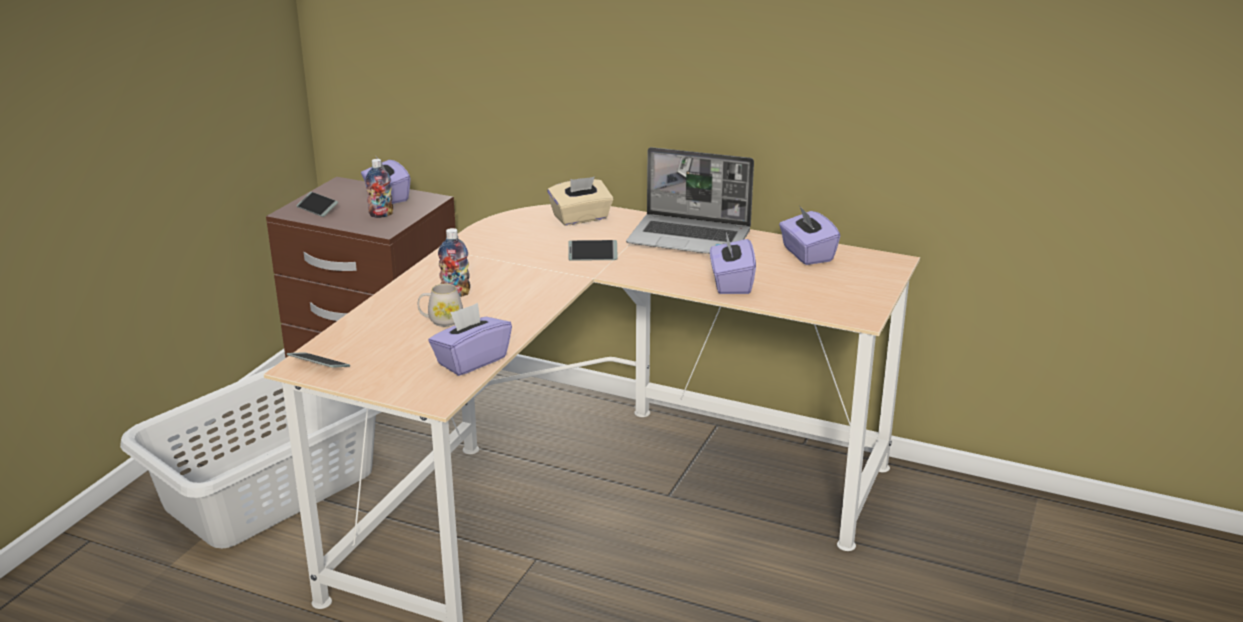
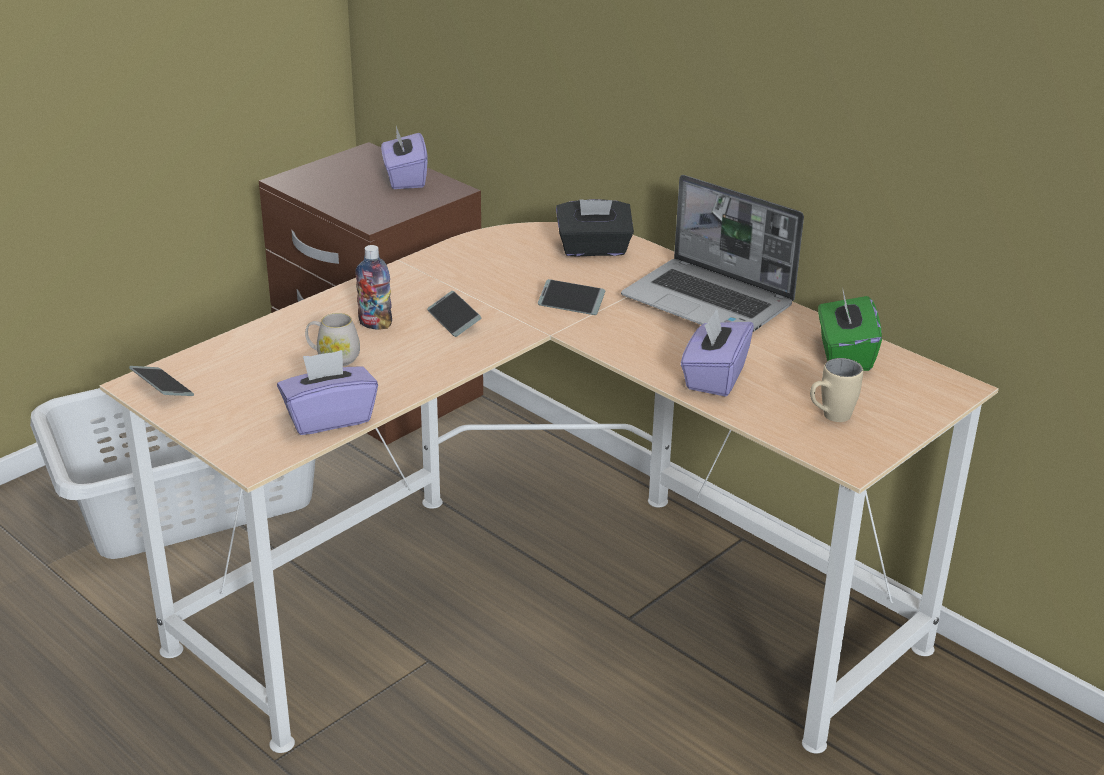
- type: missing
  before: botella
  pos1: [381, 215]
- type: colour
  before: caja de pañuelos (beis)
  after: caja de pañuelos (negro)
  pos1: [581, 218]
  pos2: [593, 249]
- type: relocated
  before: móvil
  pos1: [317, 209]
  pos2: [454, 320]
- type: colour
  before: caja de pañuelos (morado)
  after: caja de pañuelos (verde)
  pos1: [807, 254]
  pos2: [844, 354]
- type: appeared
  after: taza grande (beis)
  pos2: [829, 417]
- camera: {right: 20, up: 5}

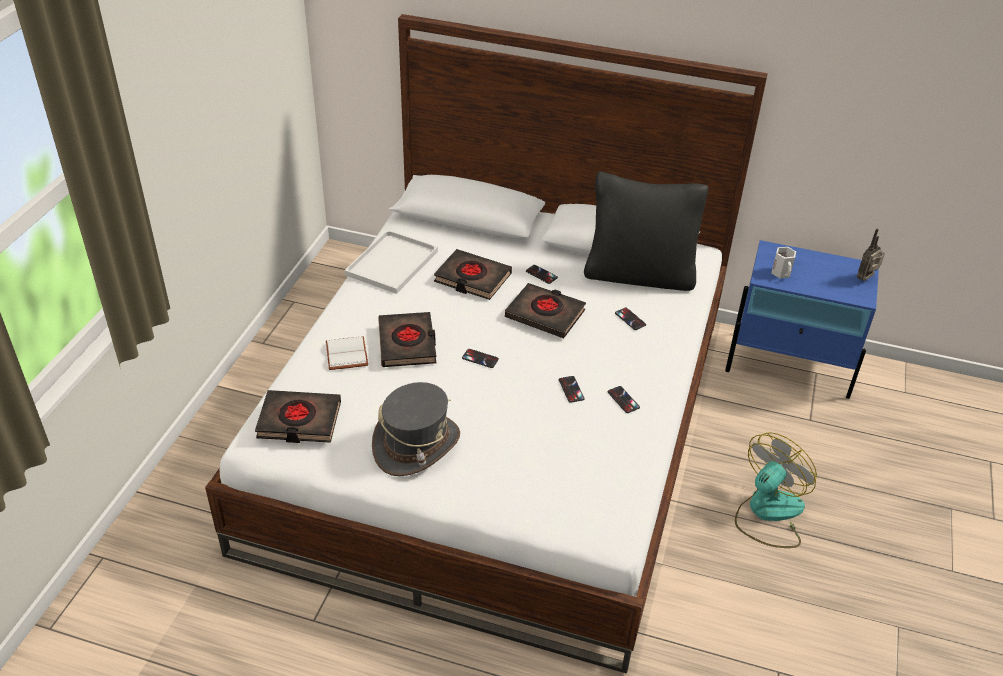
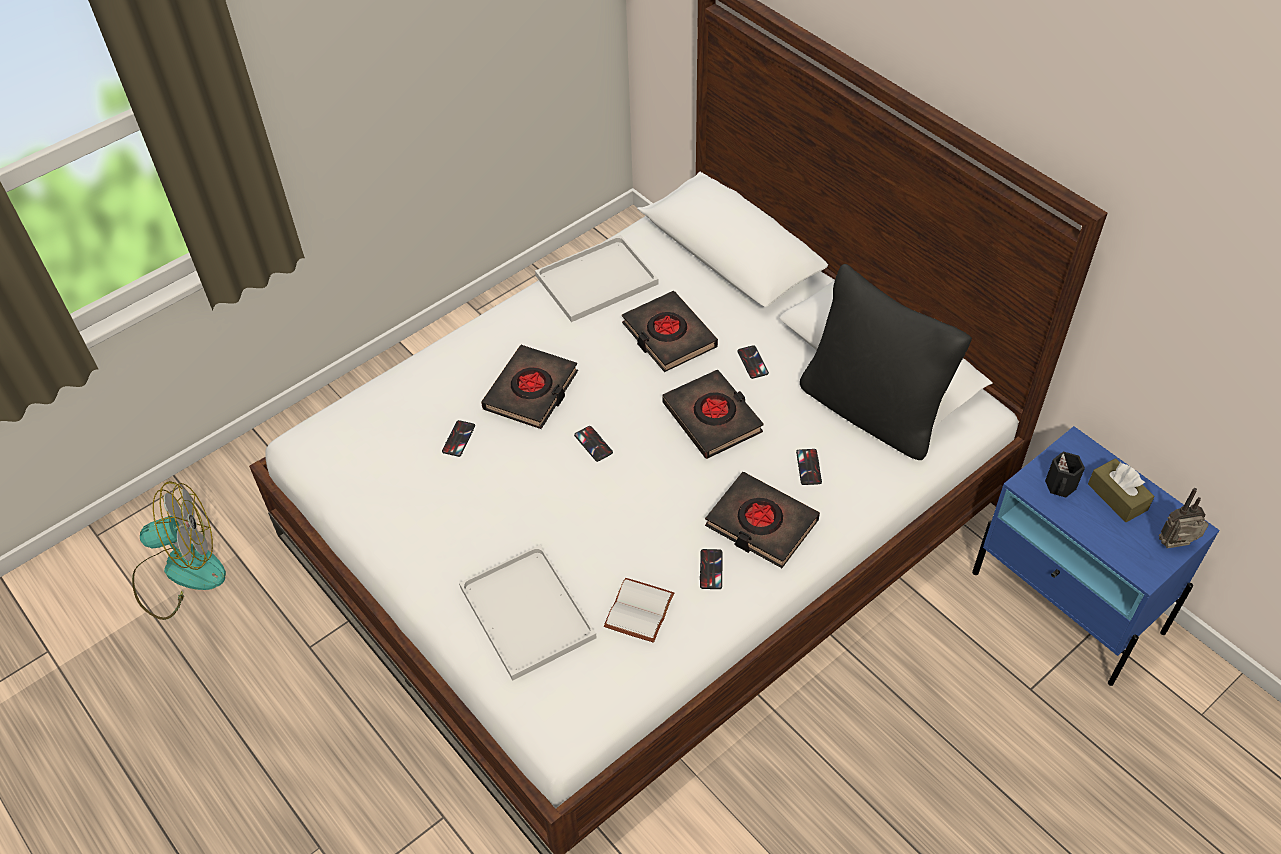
- type: colour
  before: taza grande (blanco)
  after: taza grande (negro)
  pos1: [782, 272]
  pos2: [1061, 486]
- type: relocated
  before: libro (blanco)
  pos1: [348, 354]
  pos2: [640, 612]
- type: relocated
  before: móvil
  pos1: [571, 389]
  pos2: [458, 438]
- type: missing
  before: sombrero (gris)
  pos1: [416, 445]
- type: relocated
  before: libro (negro)
  pos1: [299, 421]
  pos2: [761, 524]
- type: relocated
  before: ventilador
  pos1: [768, 513]
  pos2: [180, 572]
- type: appeared
  after: caja de pañuelos (marrón)
  pos2: [1117, 497]
- type: appeared
  after: bandeja (blanco)
  pos2: [524, 611]
- camera: {right: 35, up: 10}

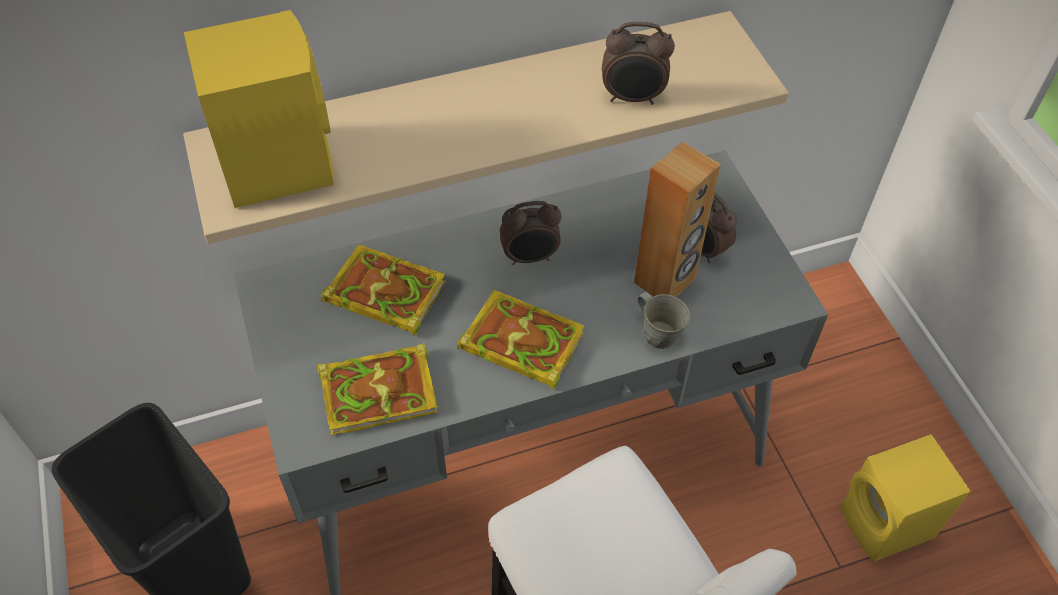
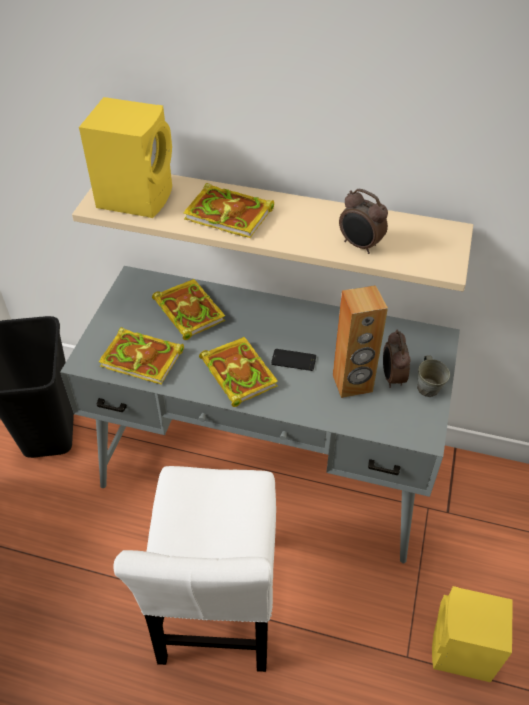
- type: missing
  before: despertador
  pos1: [530, 258]
- type: relocated
  before: taza grande (gris)
  pos1: [659, 334]
  pos2: [428, 387]
- type: appeared
  after: libro
  pos2: [231, 214]
- type: appeared
  after: móvil
  pos2: [293, 360]
- camera: {right: 35, up: -5}

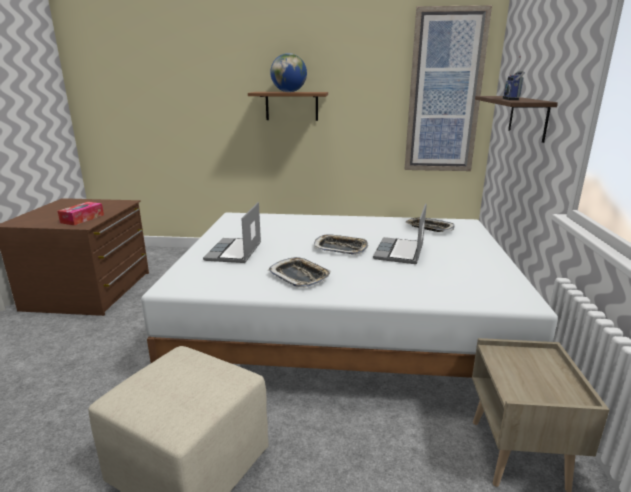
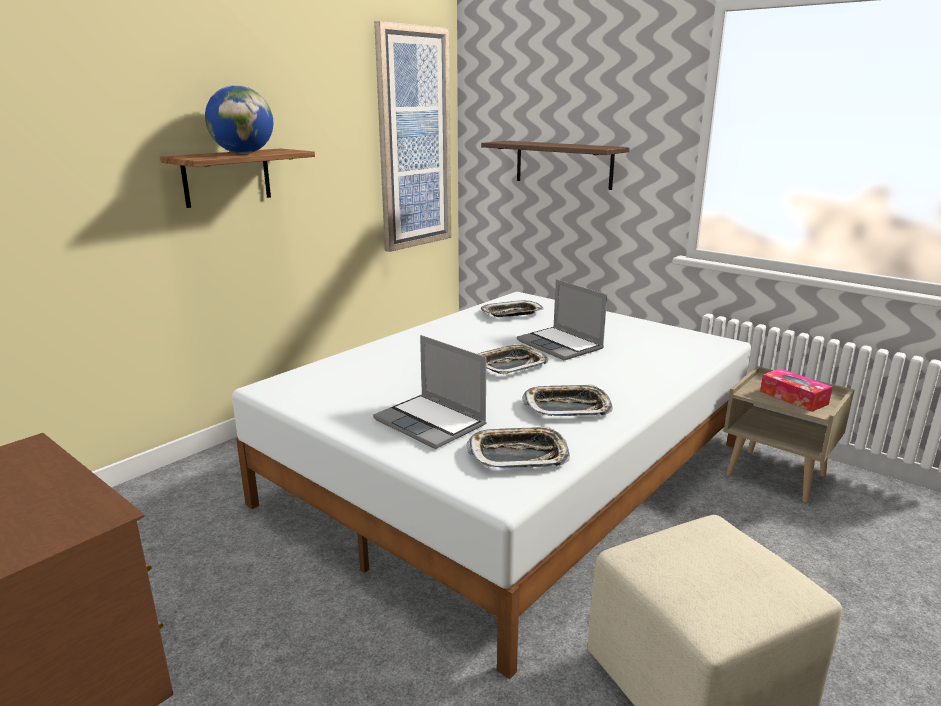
- type: missing
  before: radio
  pos1: [512, 99]
- type: relocated
  before: caja de pañuelos
  pos1: [82, 219]
  pos2: [793, 398]
- type: appeared
  after: bandeja
  pos2: [518, 454]
- camera: {right: -55, up: 0}

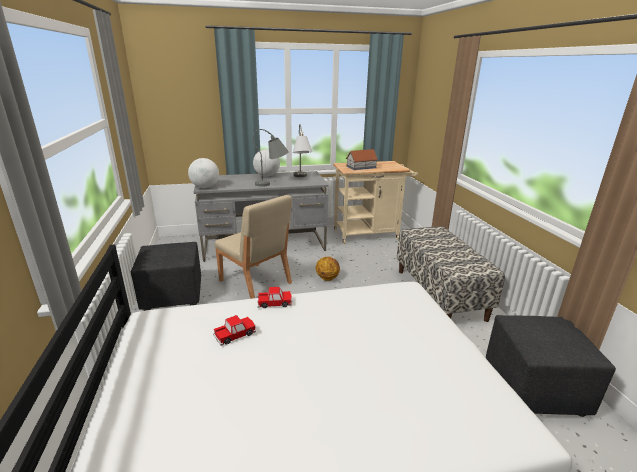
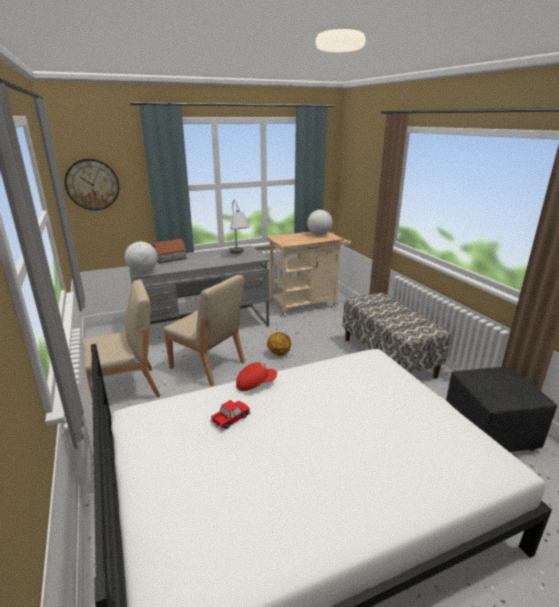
- type: missing
  before: lámpara de mesa (gris)
  pos1: [273, 183]
- type: relocated
  before: globo terráqueo
  pos1: [267, 176]
  pos2: [319, 235]
- type: relocated
  before: casita
  pos1: [361, 167]
  pos2: [170, 258]
- type: exchanged
  before: puf (negro)
  after: silla (beis)
  pos1: [173, 295]
  pos2: [126, 389]
- type: exchanged
  before: coche de juguete
  after: gorra (rojo)
  pos1: [275, 303]
  pos2: [255, 384]
- type: appeared
  after: reloj de pared
  pos2: [92, 184]
- camera: {right: -10, up: 0}

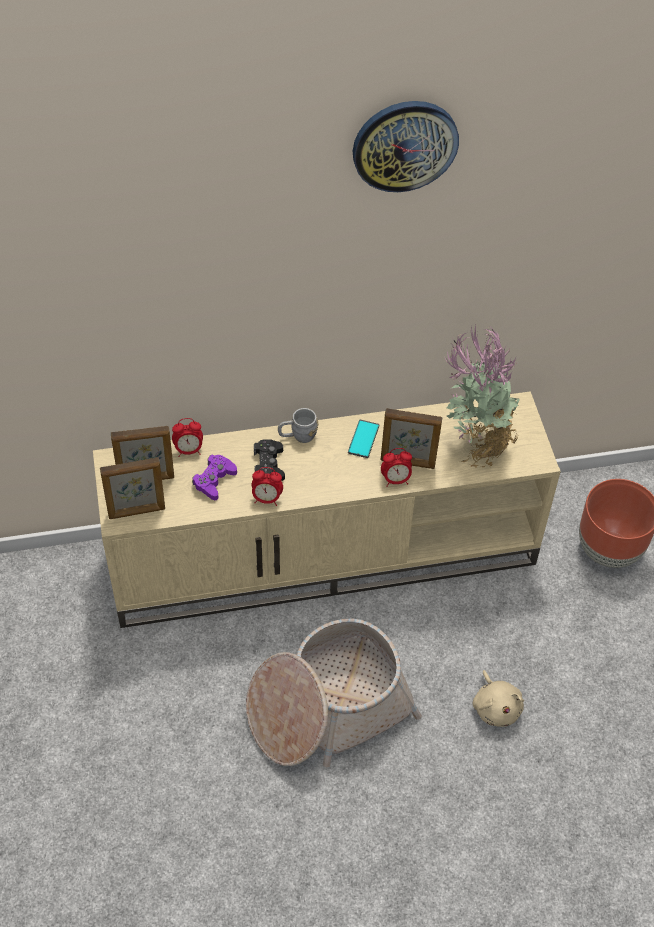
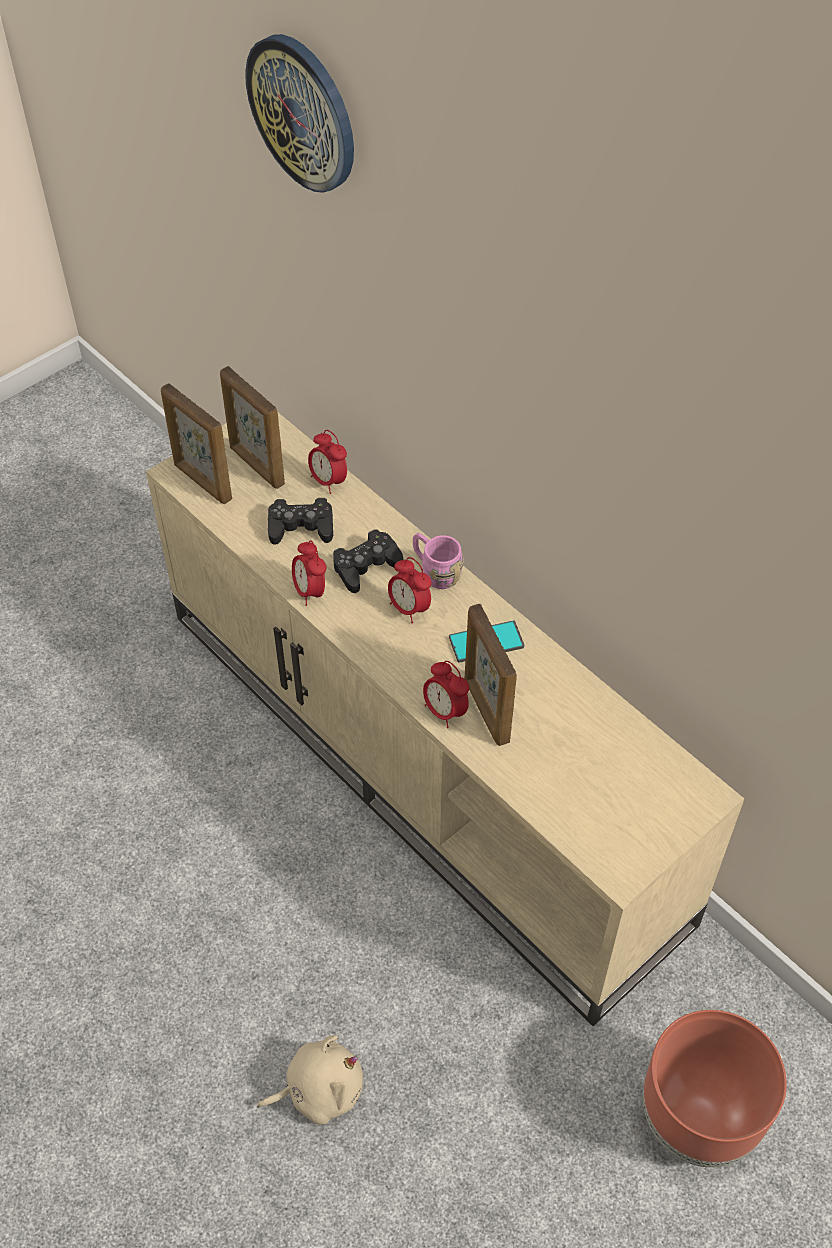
- type: relocated
  before: reloj de pared
  pos1: [405, 145]
  pos2: [303, 113]
- type: missing
  before: planta en maceta
  pos1: [476, 444]
- type: colour
  before: taza grande (gris)
  after: taza grande (rosa)
  pos1: [298, 436]
  pos2: [435, 572]
- type: colour
  before: mando de consola (morado)
  after: mando de consola (negro)
  pos1: [214, 480]
  pos2: [301, 527]
- type: missing
  before: cesta
  pos1: [327, 707]
- type: spun
  before: peluche (beis)
  pos1: [496, 707]
  pos2: [319, 1090]
  turn: -150
- type: appeared
  after: despertador
  pos2: [409, 608]
- camera: {right: 60, up: 0}

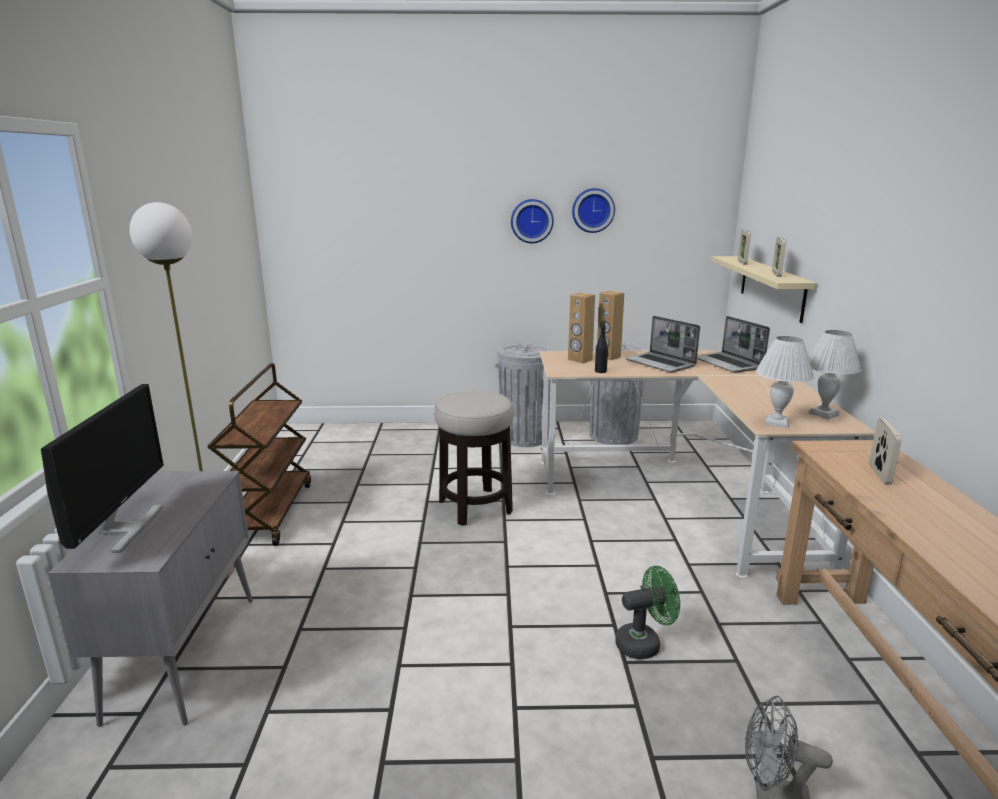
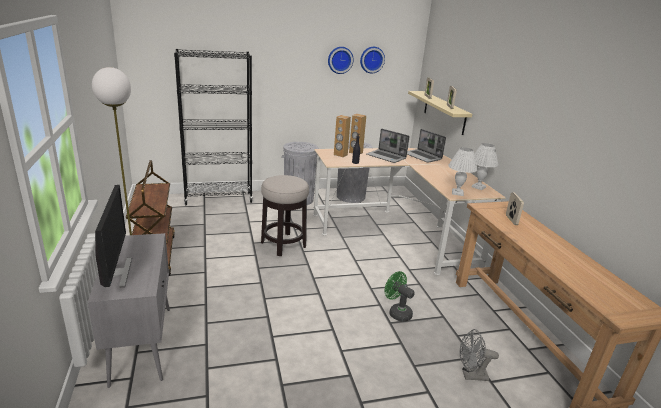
- type: relocated
  before: reloj de pared
  pos1: [531, 221]
  pos2: [371, 59]
- type: spun
  before: ventilador (verde)
  pos1: [644, 643]
  pos2: [397, 312]
  turn: -105
- type: appeared
  after: estantería (negro)
  pos2: [219, 199]
- camera: {right: -15, up: 5}

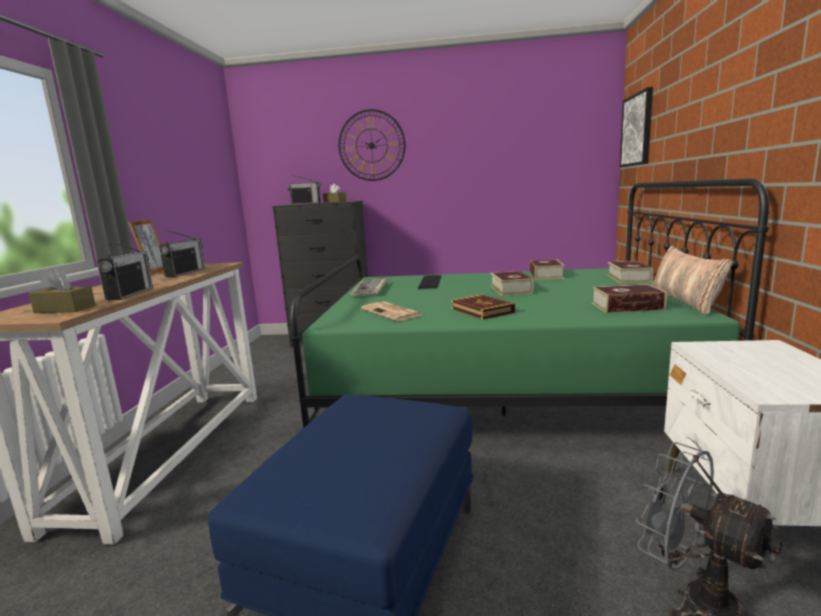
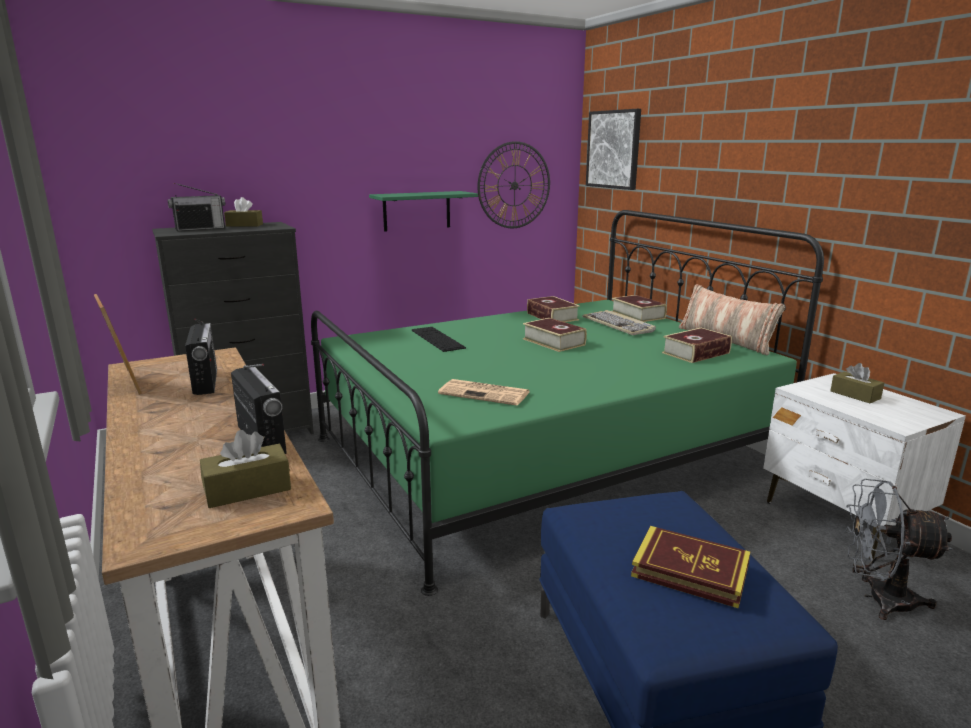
- type: relocated
  before: reloj de pared
  pos1: [371, 145]
  pos2: [514, 185]
- type: relocated
  before: teclado
  pos1: [370, 290]
  pos2: [618, 325]
- type: relocated
  before: libro
  pos1: [482, 310]
  pos2: [690, 571]
- type: appeared
  after: estante (verde)
  pos2: [417, 211]
- type: appeared
  after: caja de pañuelos (marrón)
  pos2: [855, 395]
- camera: {right: -35, up: 5}

